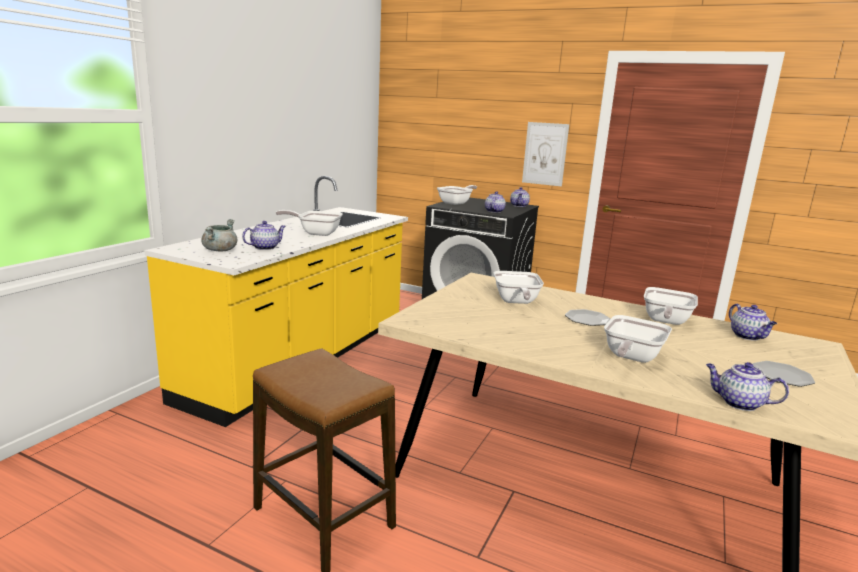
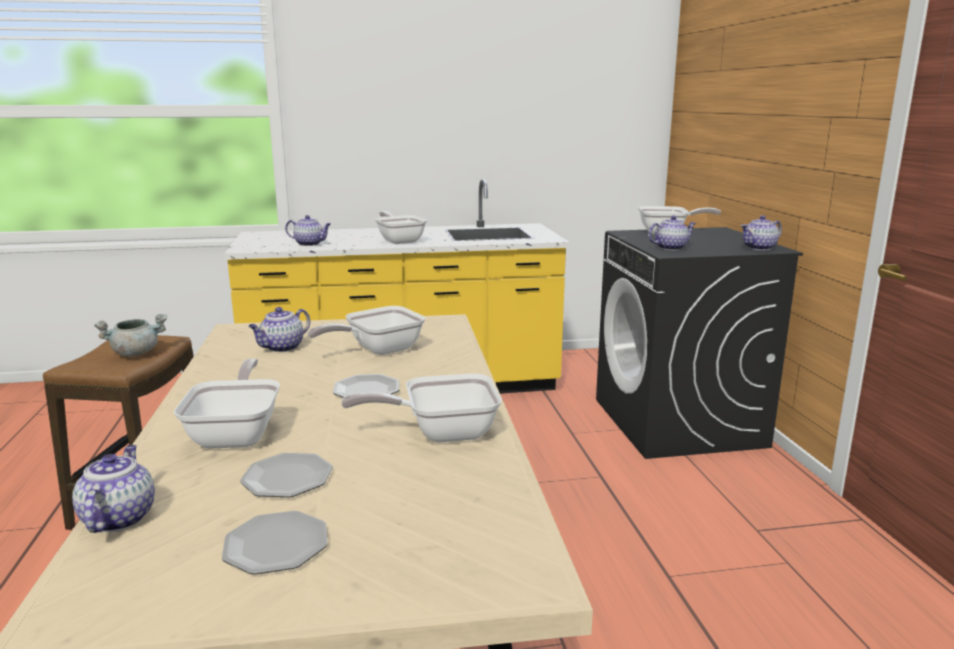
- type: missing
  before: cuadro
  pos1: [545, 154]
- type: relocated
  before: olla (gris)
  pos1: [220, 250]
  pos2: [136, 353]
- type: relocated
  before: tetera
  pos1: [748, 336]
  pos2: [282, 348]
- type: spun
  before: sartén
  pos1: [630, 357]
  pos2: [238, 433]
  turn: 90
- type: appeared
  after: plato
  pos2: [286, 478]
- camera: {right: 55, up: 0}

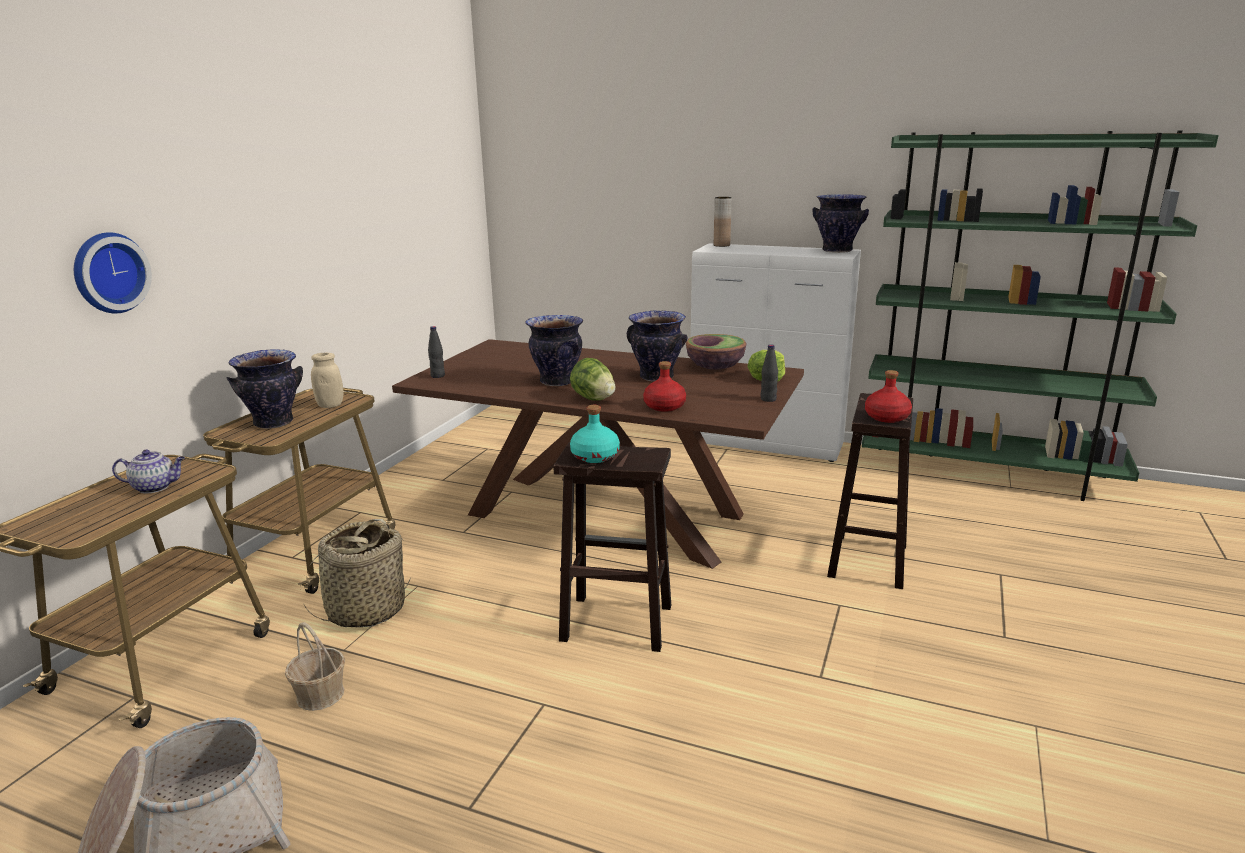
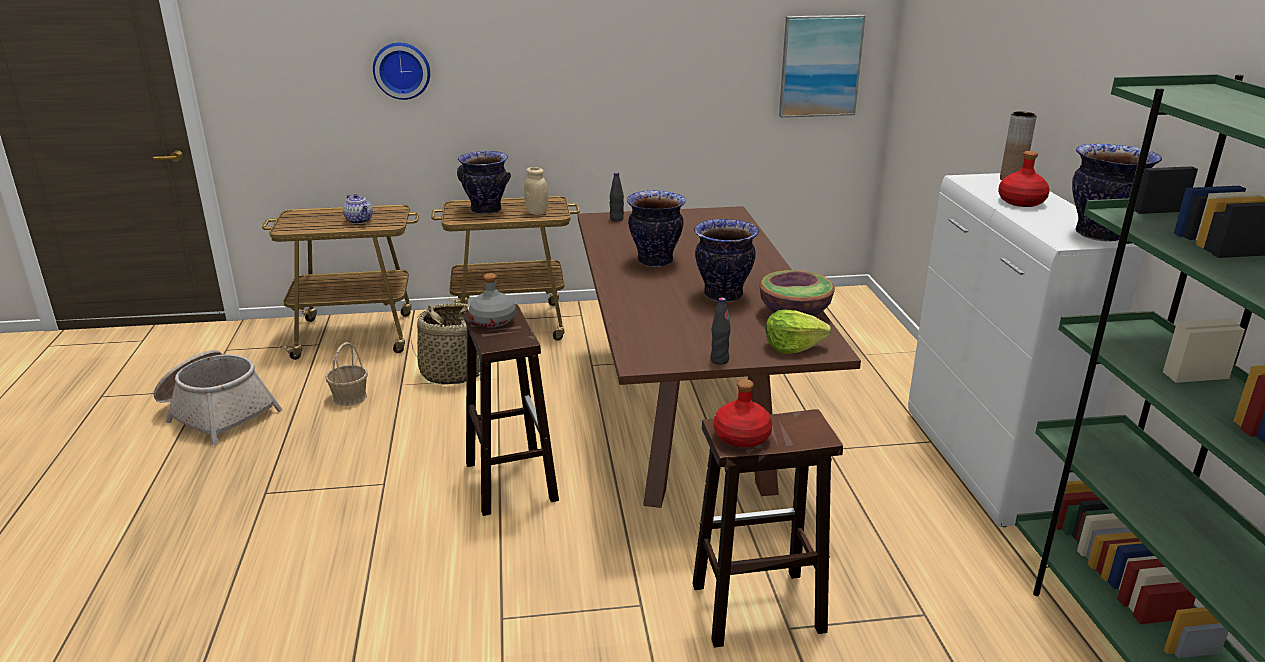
- type: missing
  before: lechuga
  pos1: [593, 399]
- type: relocated
  before: botella (rojo)
  pos1: [664, 406]
  pos2: [1021, 201]
- type: colour
  before: botella (turquesa)
  after: botella (gris)
  pos1: [595, 456]
  pos2: [493, 321]
- type: appeared
  after: cuadro
  pos2: [820, 66]
- camera: {right: 60, up: 5}

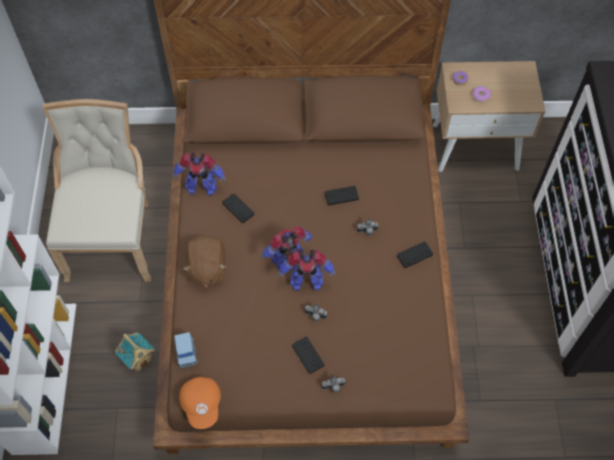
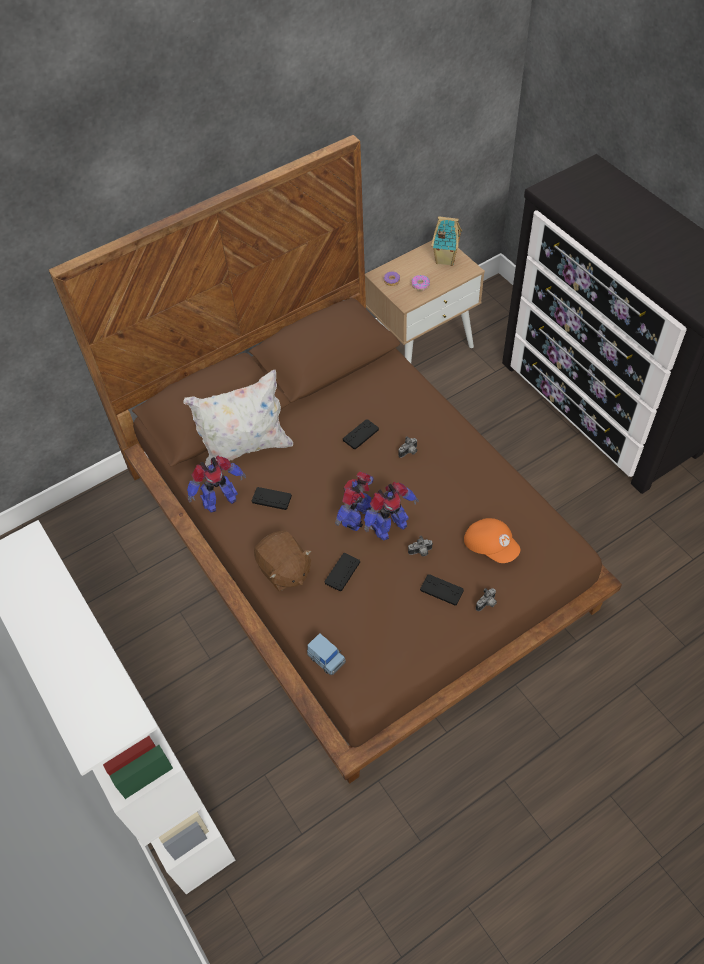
- type: missing
  before: silla (beis)
  pos1: [113, 237]
- type: relocated
  before: mando de consola (negro)
  pos1: [414, 255]
  pos2: [342, 572]
- type: relocated
  before: casita
  pos1: [139, 360]
  pos2: [444, 259]
- type: relocated
  before: gorra (naranja)
  pos1: [202, 404]
  pos2: [491, 546]
- type: appeared
  after: cojín (blanco)
  pos2: [245, 448]
- camera: {right: -30, up: -5}

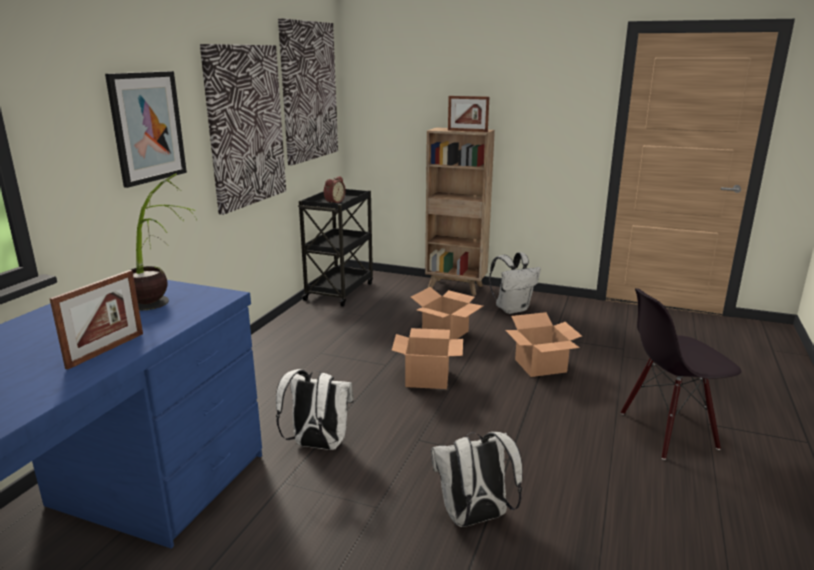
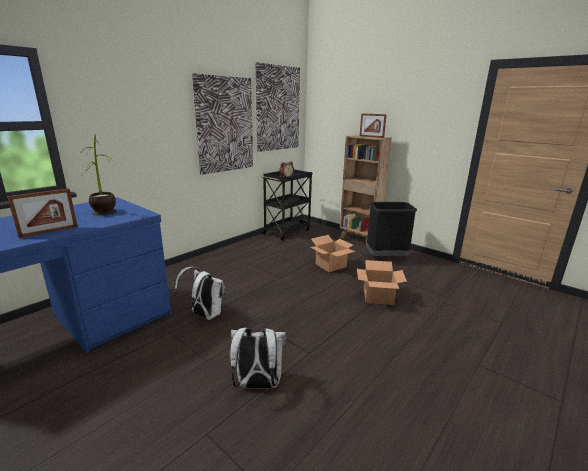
- type: missing
  before: cuadro
  pos1: [147, 127]
- type: exchanged
  before: mochila (blanco)
  after: papelera (negro)
  pos1: [512, 309]
  pos2: [386, 258]
- type: missing
  before: silla (negro)
  pos1: [667, 431]
- type: missing
  before: caja de cartón
  pos1: [426, 378]
- camera: {right: 20, up: 0}

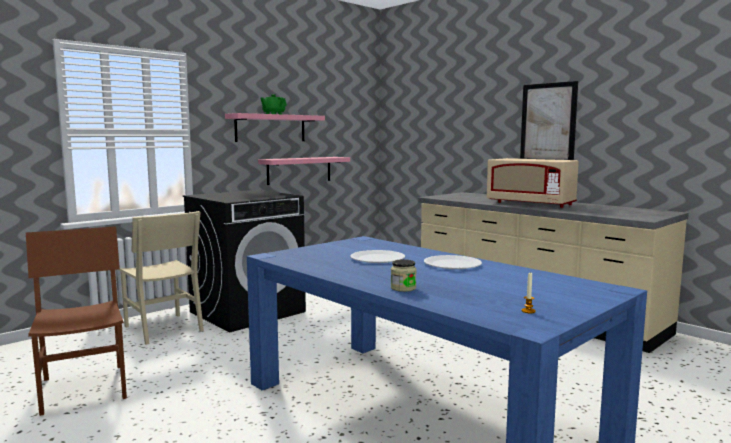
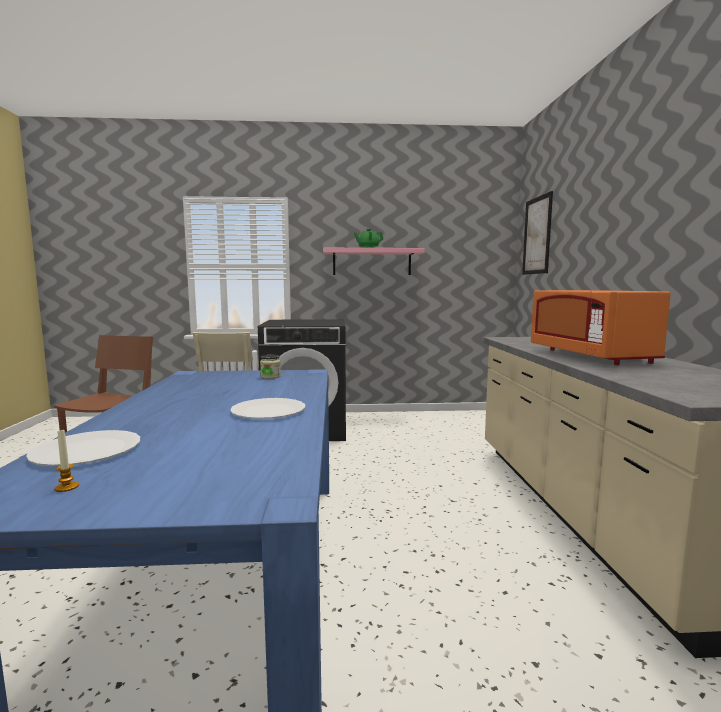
- type: relocated
  before: cuadro
  pos1: [548, 123]
  pos2: [537, 235]
- type: missing
  before: estante (rosa)
  pos1: [299, 170]
- type: colour
  before: microondas (beis)
  after: microondas (naranja)
  pos1: [531, 204]
  pos2: [590, 356]
- type: relocated
  before: plato (blanco)
  pos1: [377, 258]
  pos2: [87, 451]
- type: relocated
  before: tarro
  pos1: [403, 288]
  pos2: [270, 377]
- camera: {right: 40, up: 0}

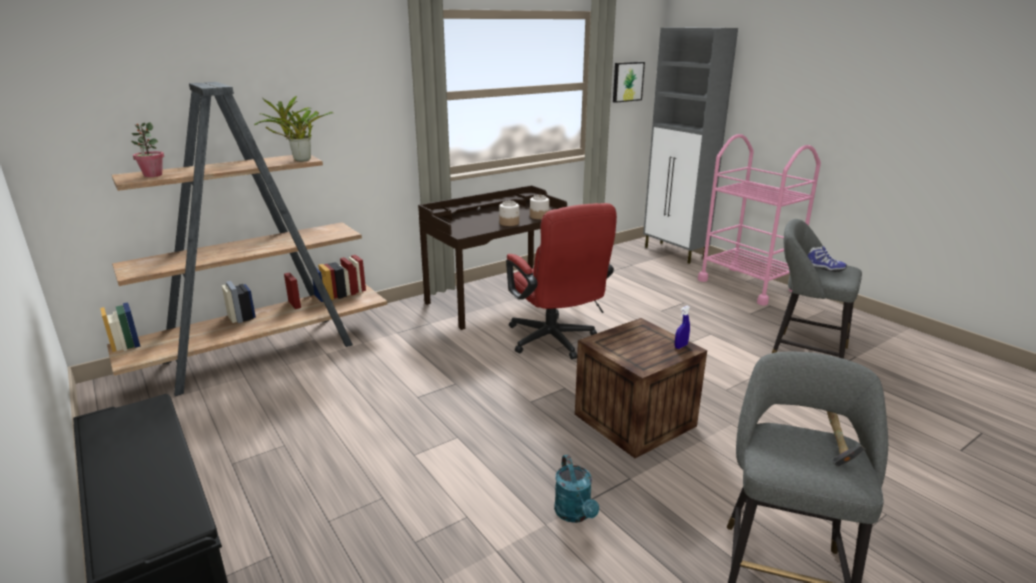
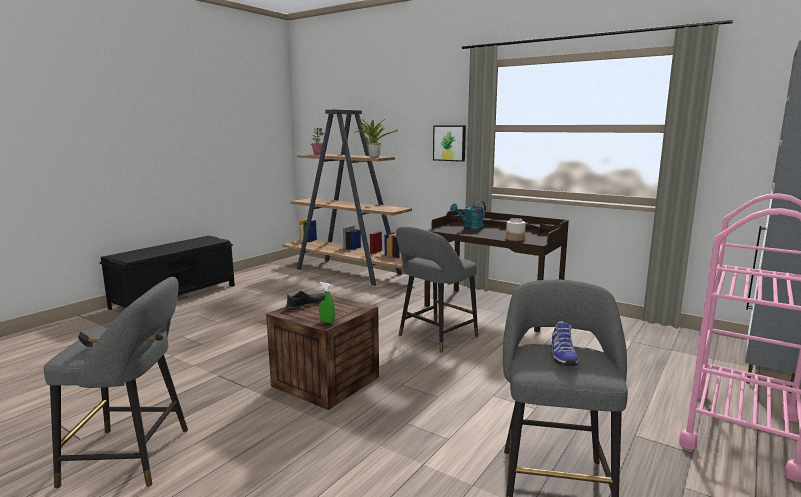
- type: relocated
  before: cuadro
  pos1: [627, 81]
  pos2: [449, 143]
- type: missing
  before: tarro
  pos1: [509, 223]
- type: exchanged
  before: silla de oficina (rojo)
  after: taburete (gris)
  pos1: [555, 342]
  pos2: [435, 337]
- type: colour
  before: pulverizador (azul)
  after: pulverizador (verde)
  pos1: [681, 346]
  pos2: [327, 321]
- type: relocated
  before: regadera (turquesa)
  pos1: [575, 514]
  pos2: [470, 228]
- type: appeared
  after: zapato (negro)
  pos2: [307, 304]
- camera: {right: 70, up: -10}

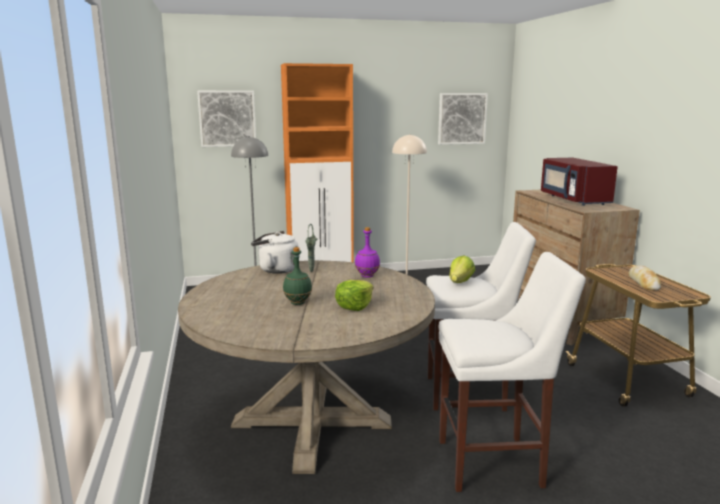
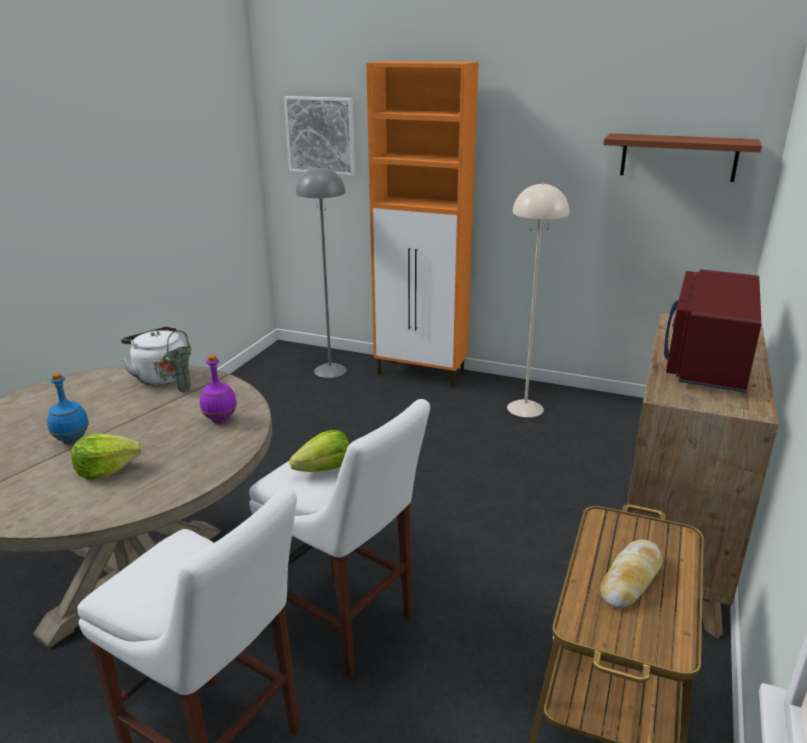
- type: exchanged
  before: cuadro
  after: estante (marrón)
  pos1: [462, 118]
  pos2: [678, 157]
- type: colour
  before: botella (verde)
  after: botella (azul)
  pos1: [297, 303]
  pos2: [71, 441]
- camera: {right: 35, up: 10}

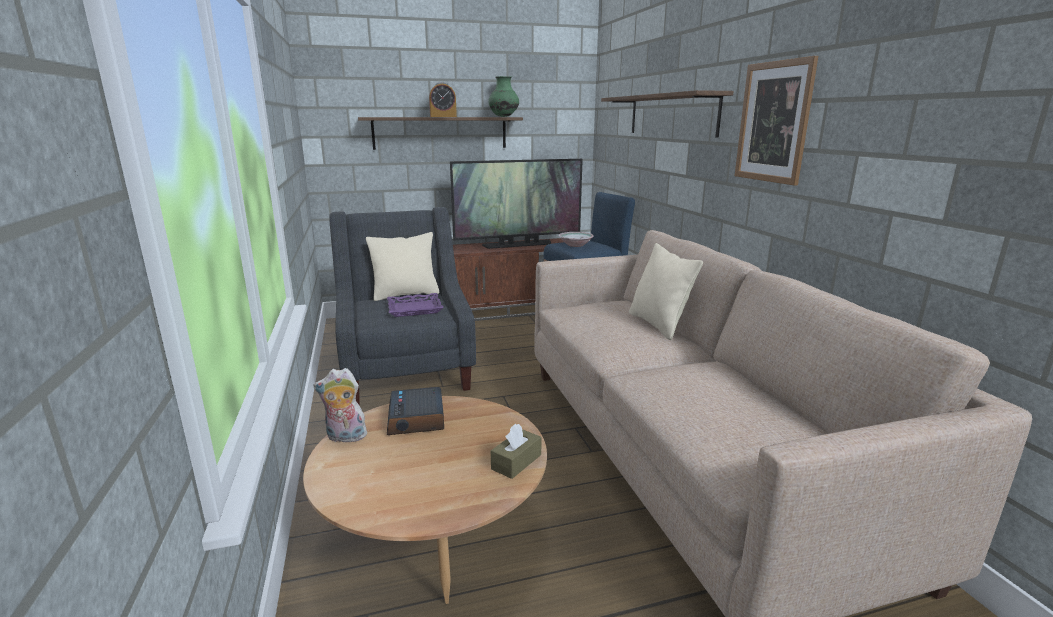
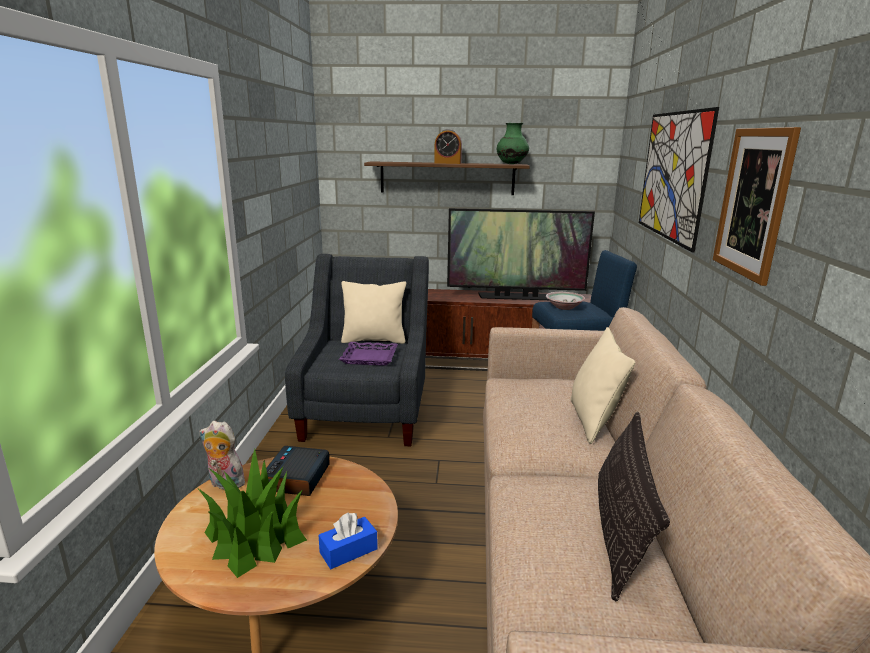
- type: exchanged
  before: estante
  after: cuadro
  pos1: [671, 115]
  pos2: [672, 175]
- type: colour
  before: caja de pañuelos (marrón)
  after: caja de pañuelos (azul)
  pos1: [516, 462]
  pos2: [348, 551]
- type: appeared
  after: cojín
  pos2: [619, 530]
- type: appeared
  after: planta en maceta
  pos2: [254, 536]
- camera: {right: 20, up: 0}

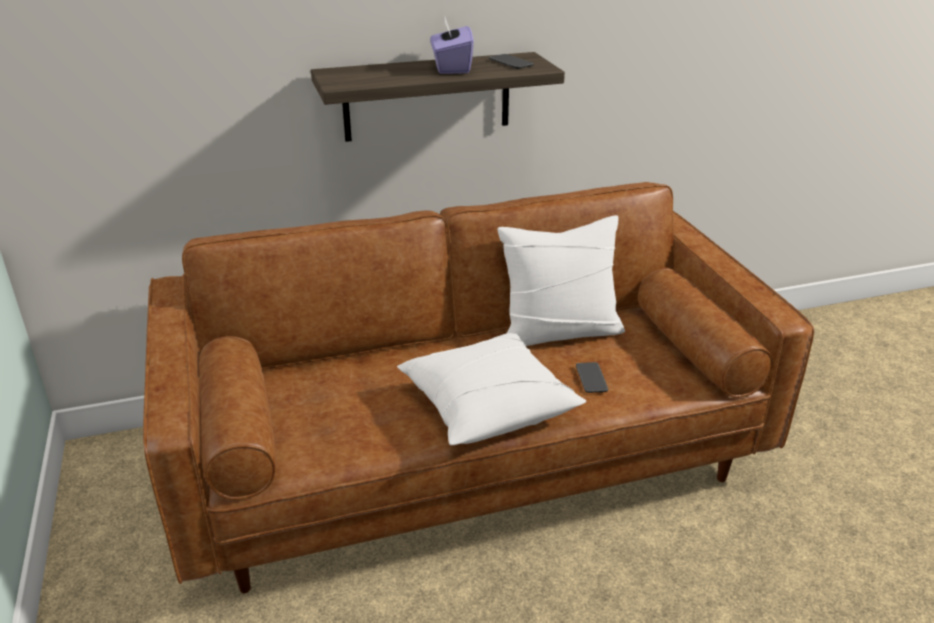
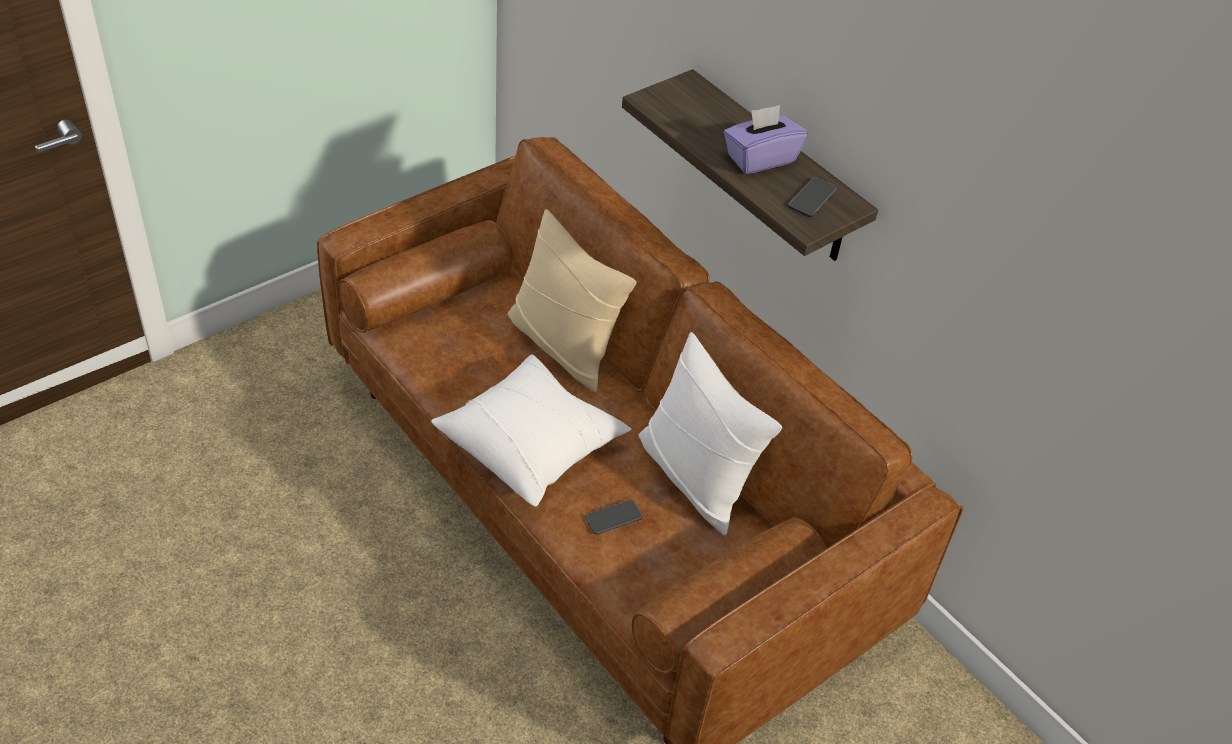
- type: appeared
  after: cojín (beis)
  pos2: [564, 345]
- camera: {right: 65, up: 15}

